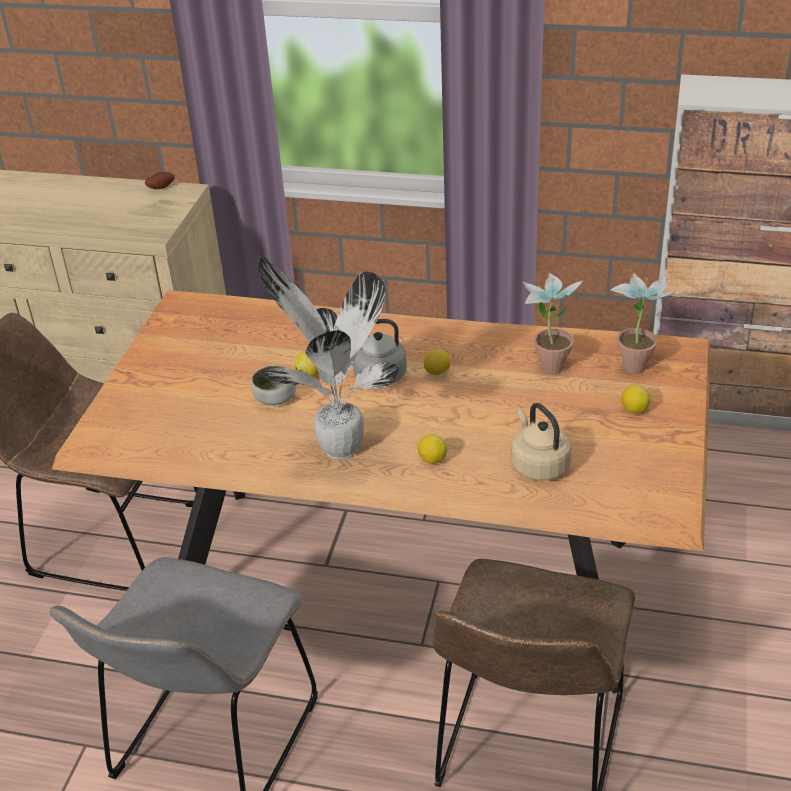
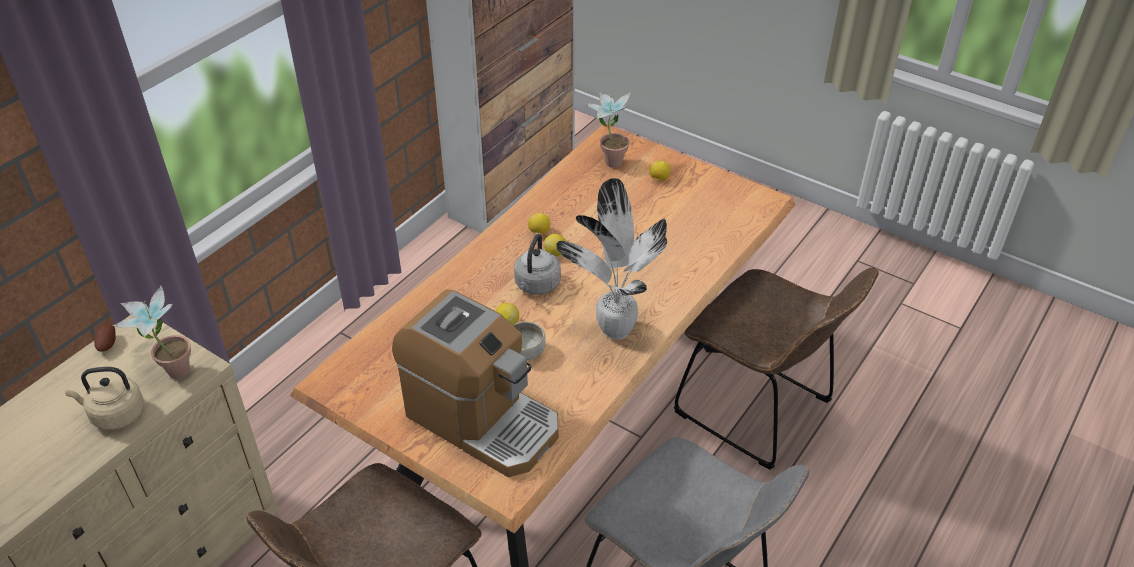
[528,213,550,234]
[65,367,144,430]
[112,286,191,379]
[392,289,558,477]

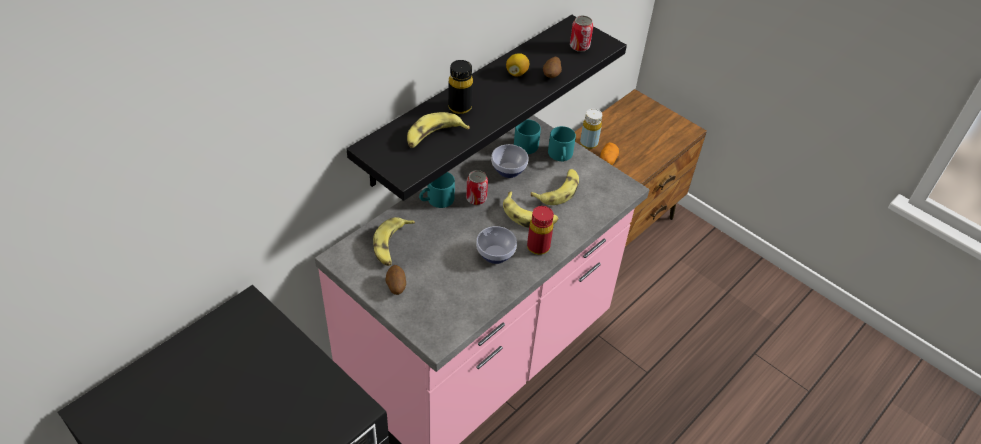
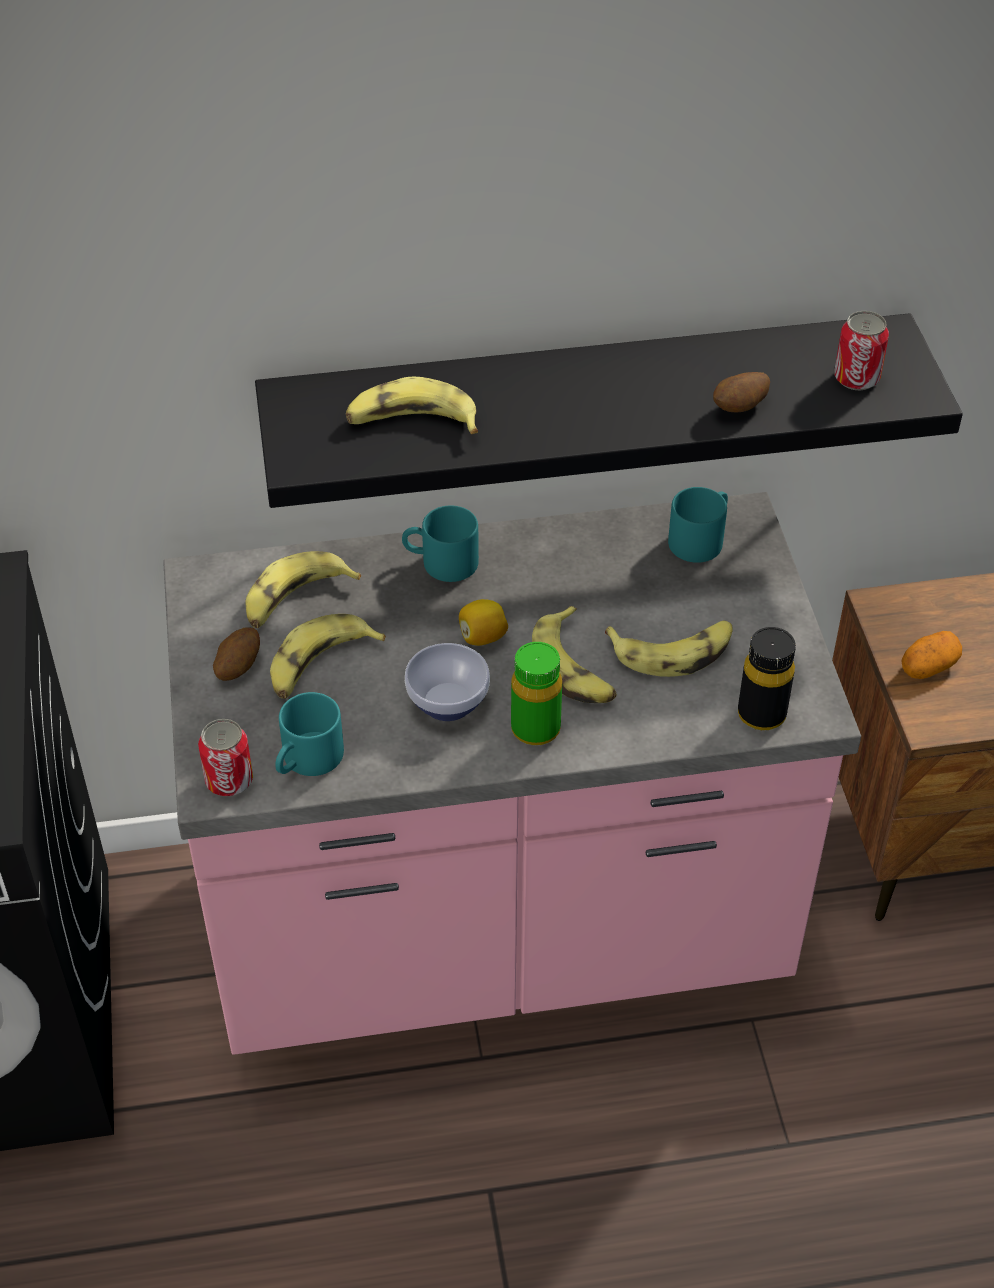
[738,627,796,730]
[198,719,253,796]
[491,144,528,178] (first image)
[459,599,508,646]
[511,642,562,746]
[275,692,344,776]
[580,109,602,149] (first image)
[270,614,386,699]

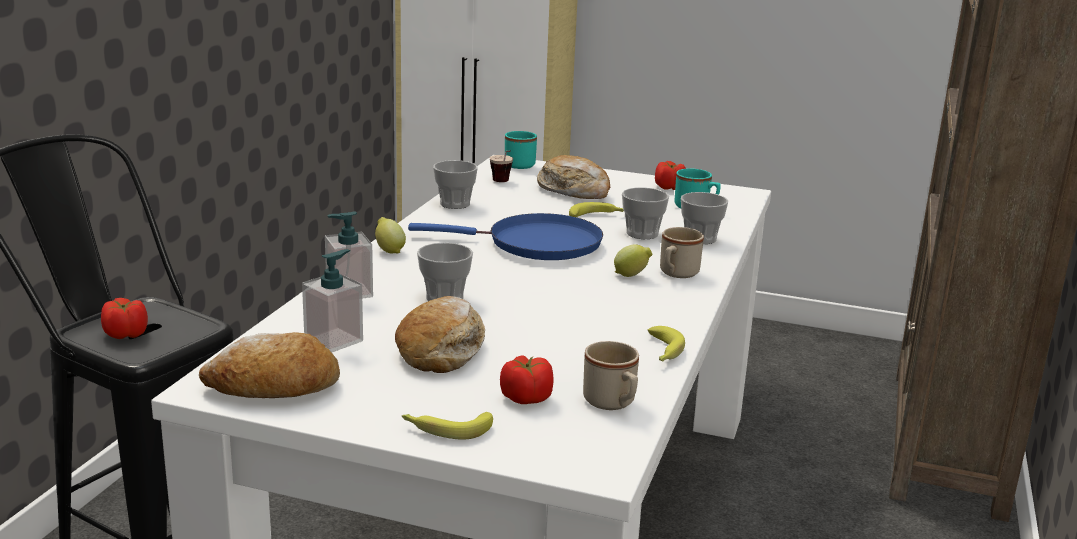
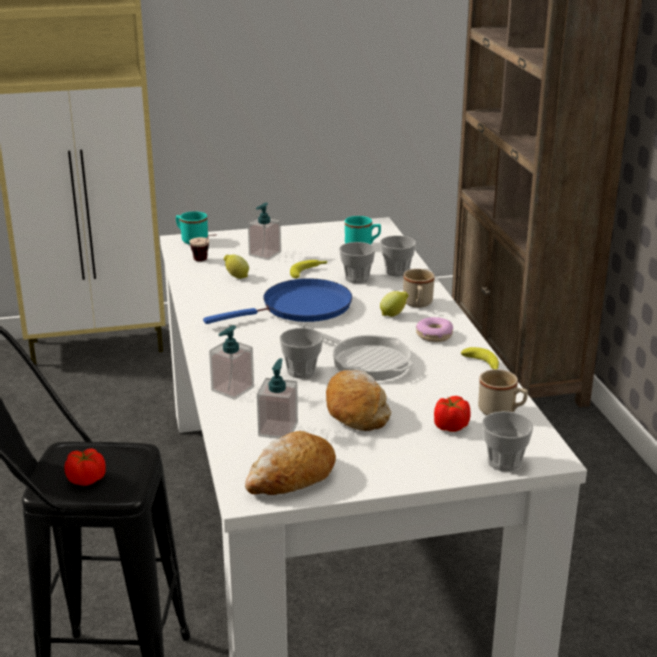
[224,255,249,279]
[402,412,493,440] (first image)
[482,411,533,472]
[248,203,281,260]
[655,161,686,190] (first image)
[300,325,413,381]
[416,317,453,342]

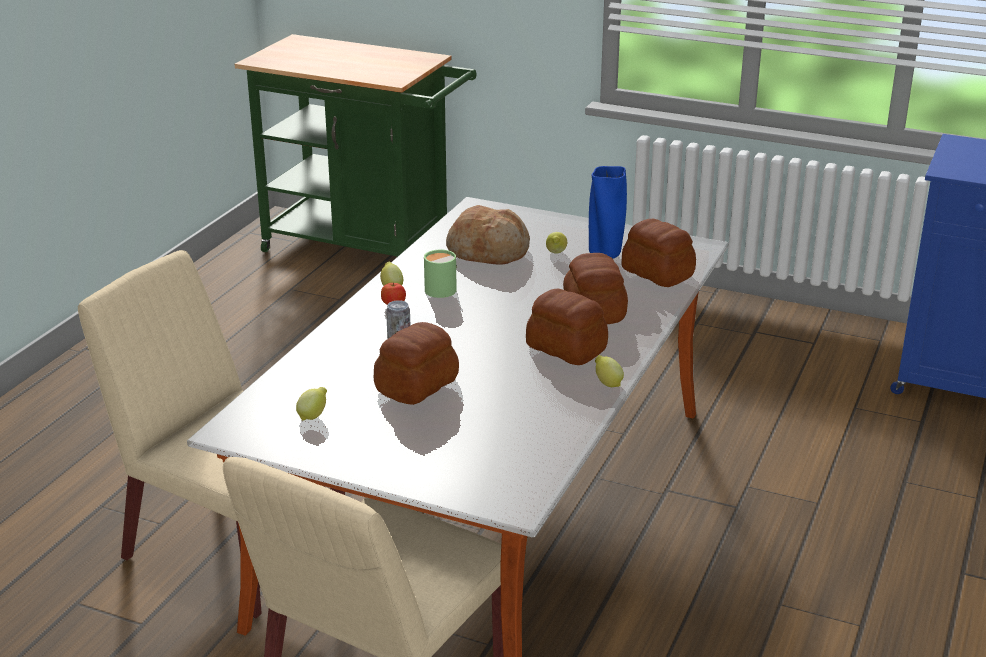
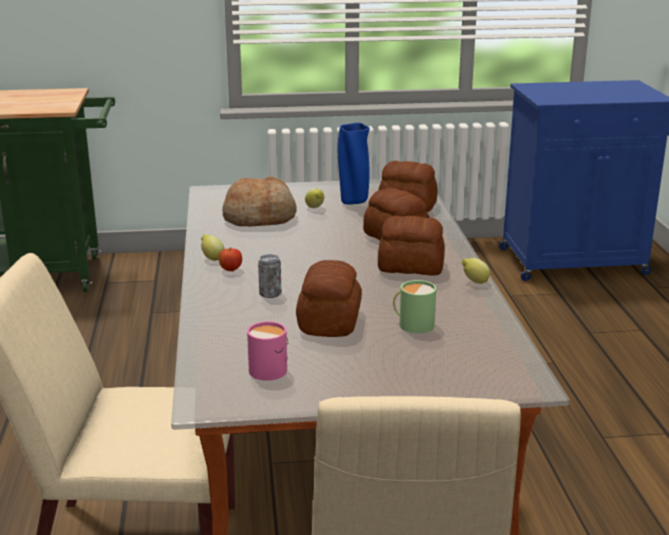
[247,321,288,381]
[393,280,436,333]

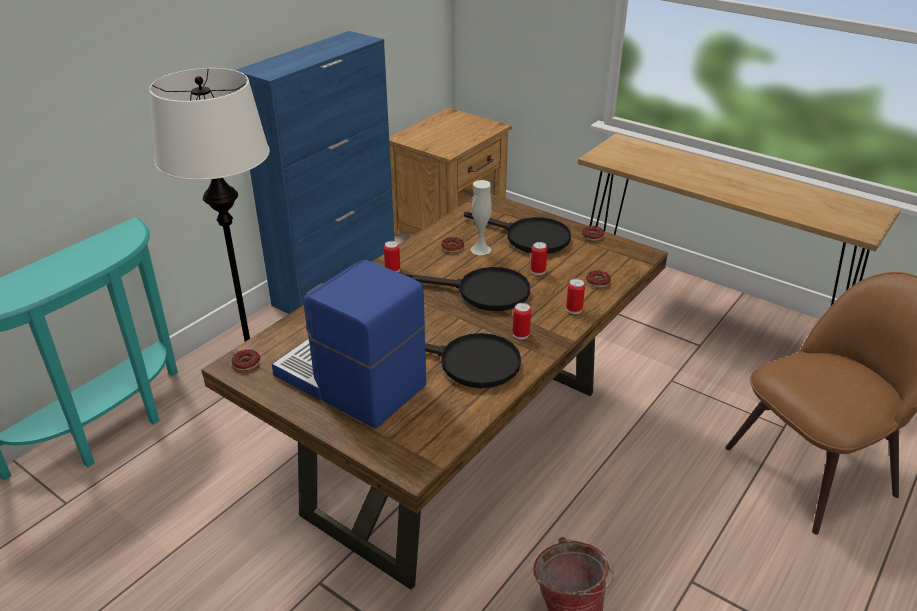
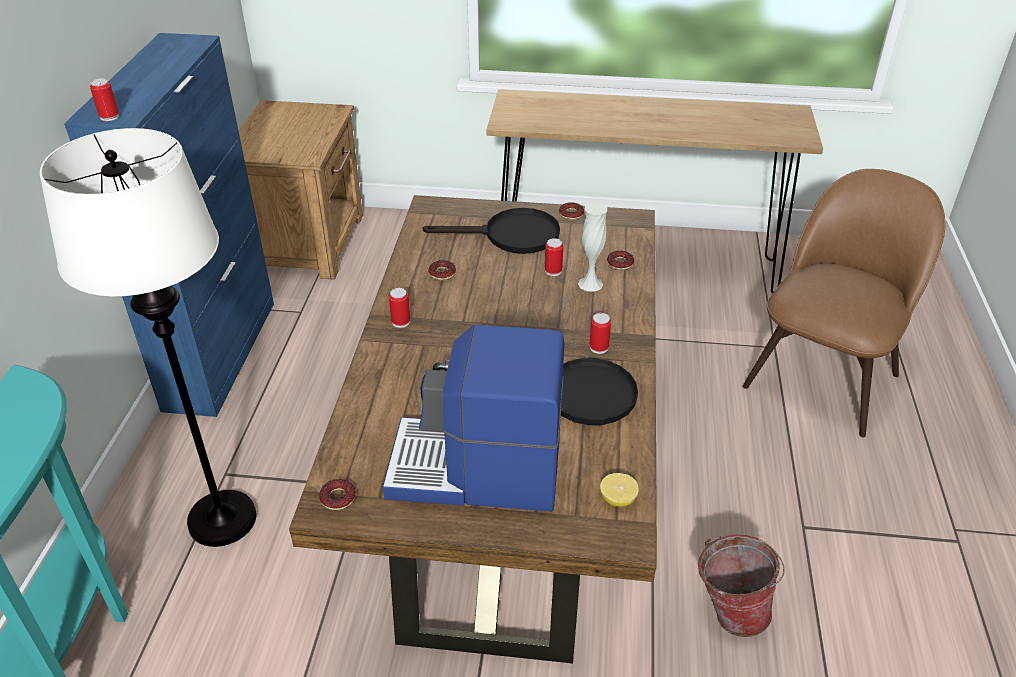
[403,267,530,311] (first image)
[578,203,607,292]
[90,78,119,121]
[600,473,639,507]

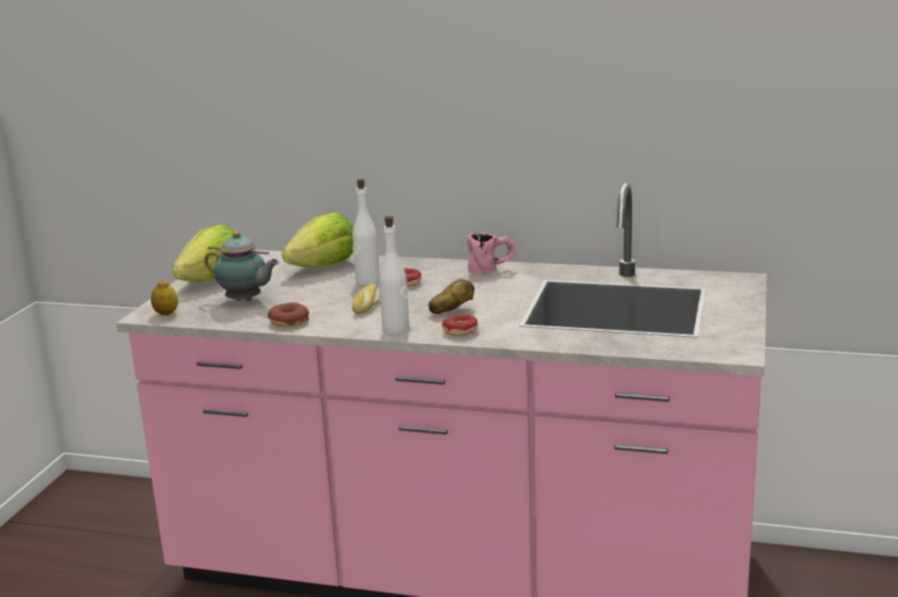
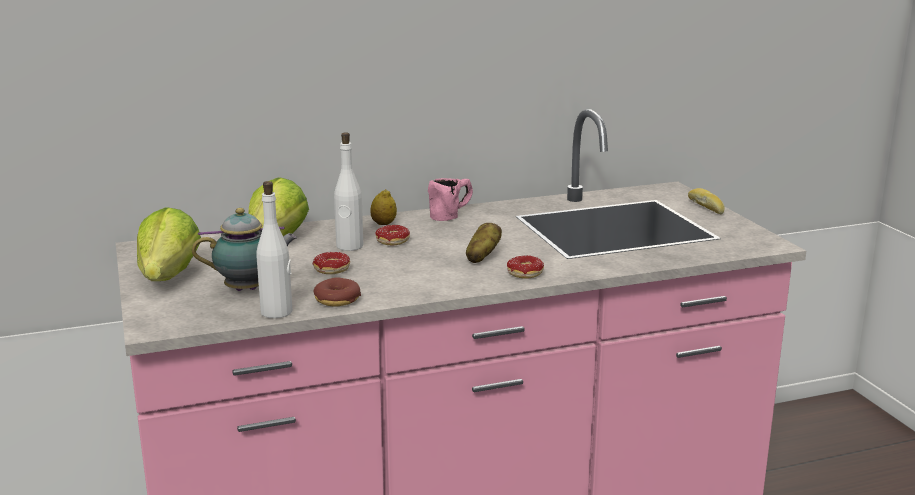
[371,189,397,225]
[688,188,725,215]
[256,181,293,318]
[313,252,353,274]

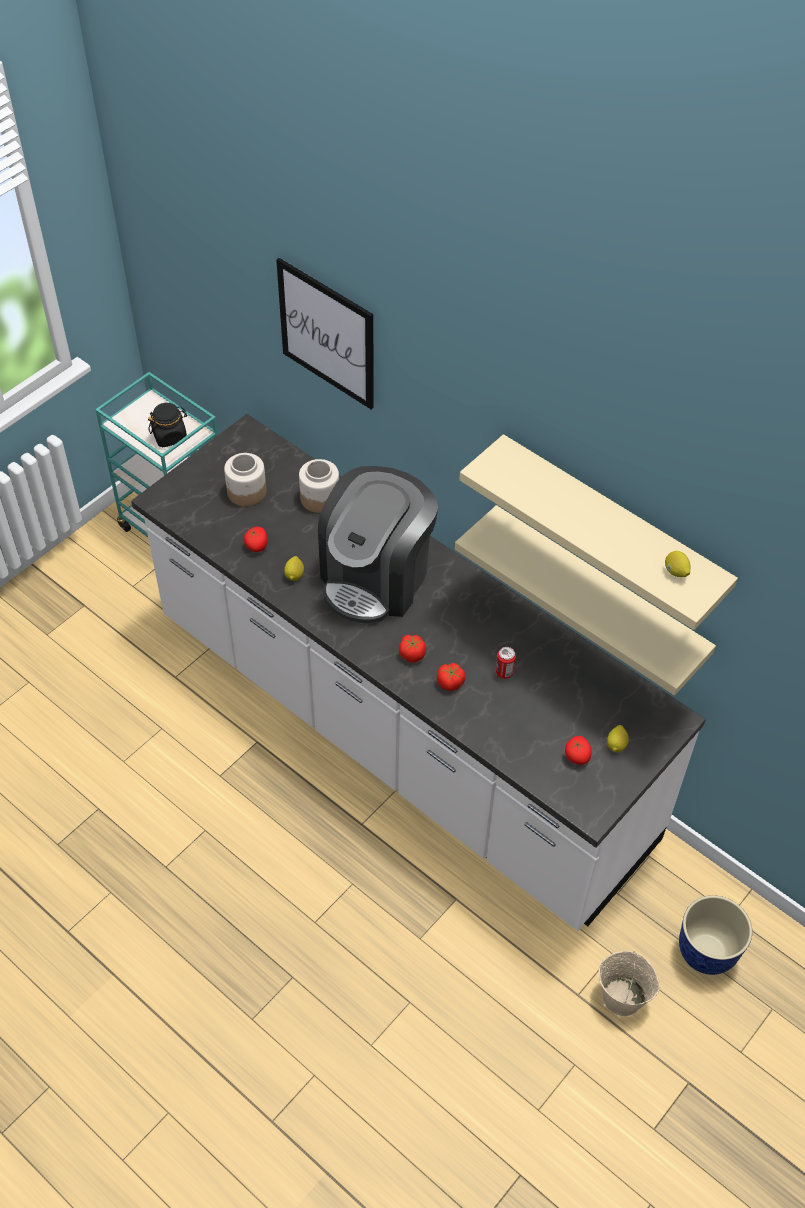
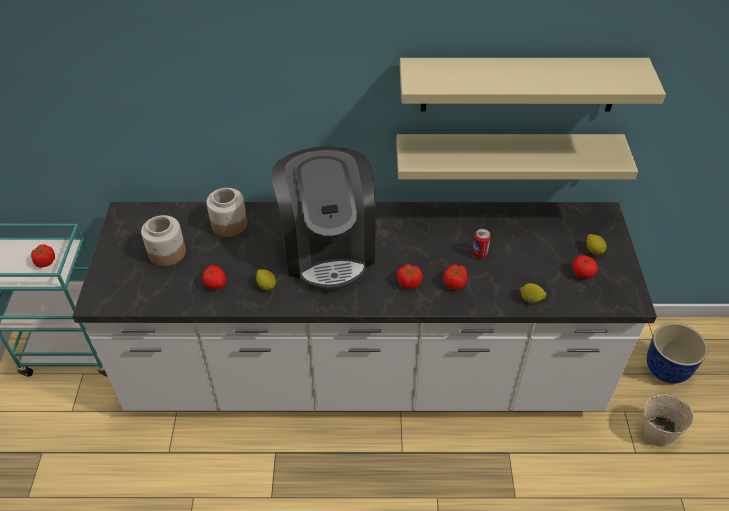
[31,244,55,268]
[276,258,374,409] (first image)
[520,283,546,303]

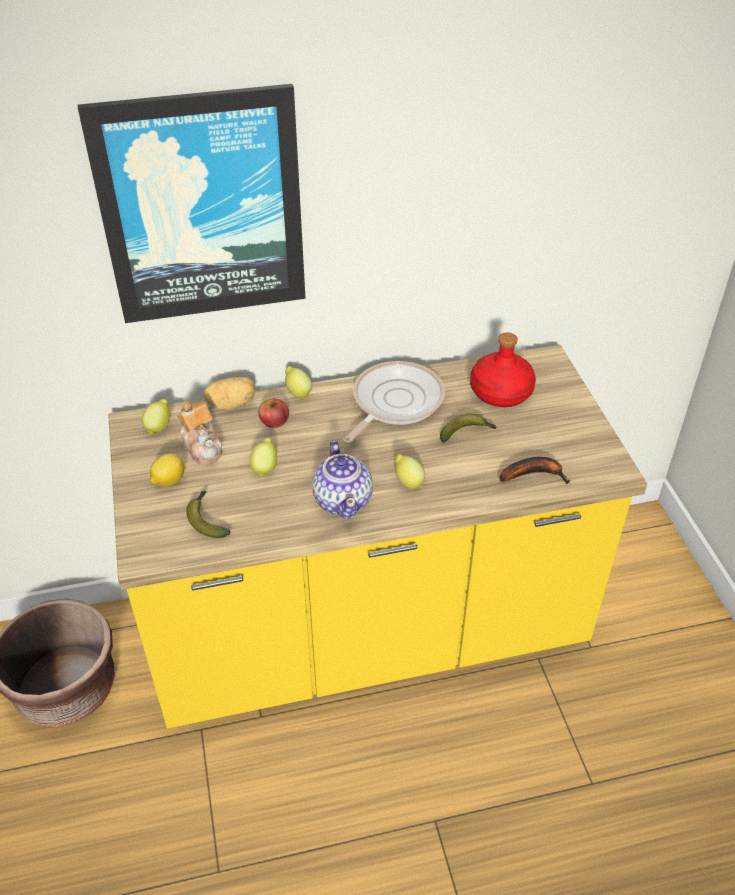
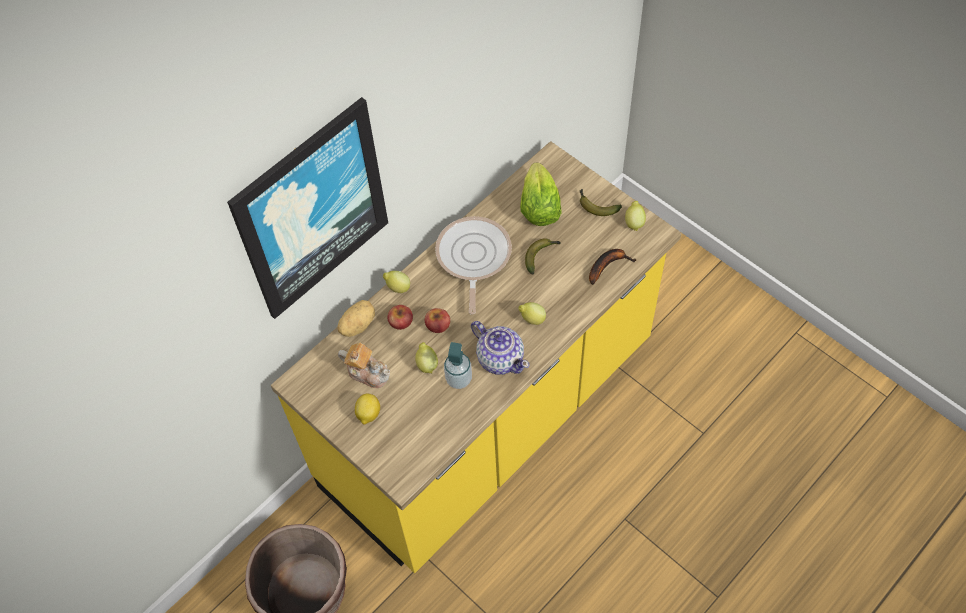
[625,201,646,231]
[579,189,622,216]
[520,162,562,226]
[425,308,450,333]
[444,342,472,389]

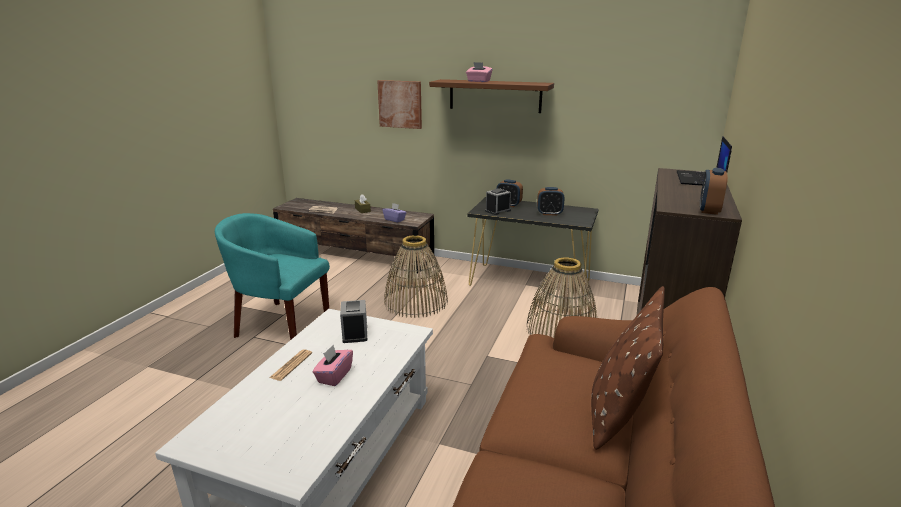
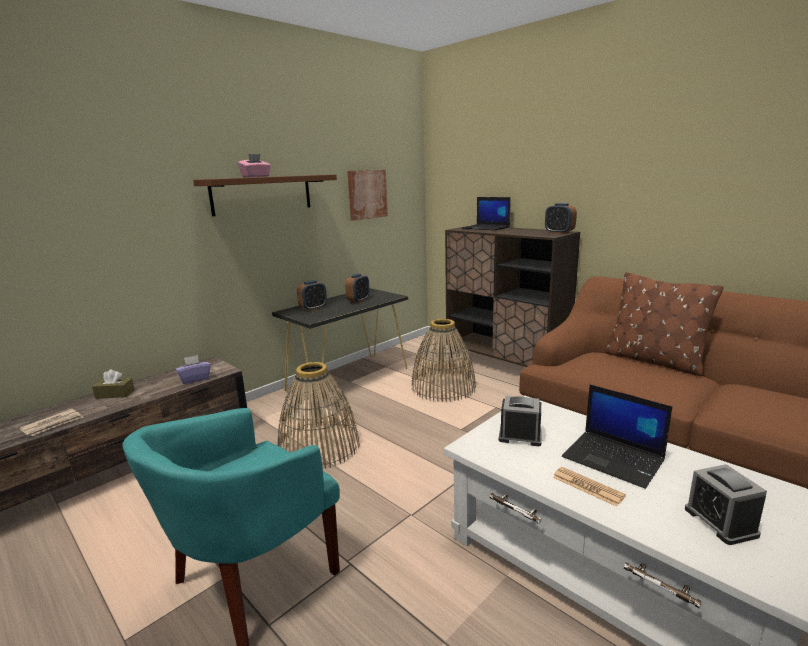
[562,385,672,489]
[348,170,388,220]
[685,464,767,545]

